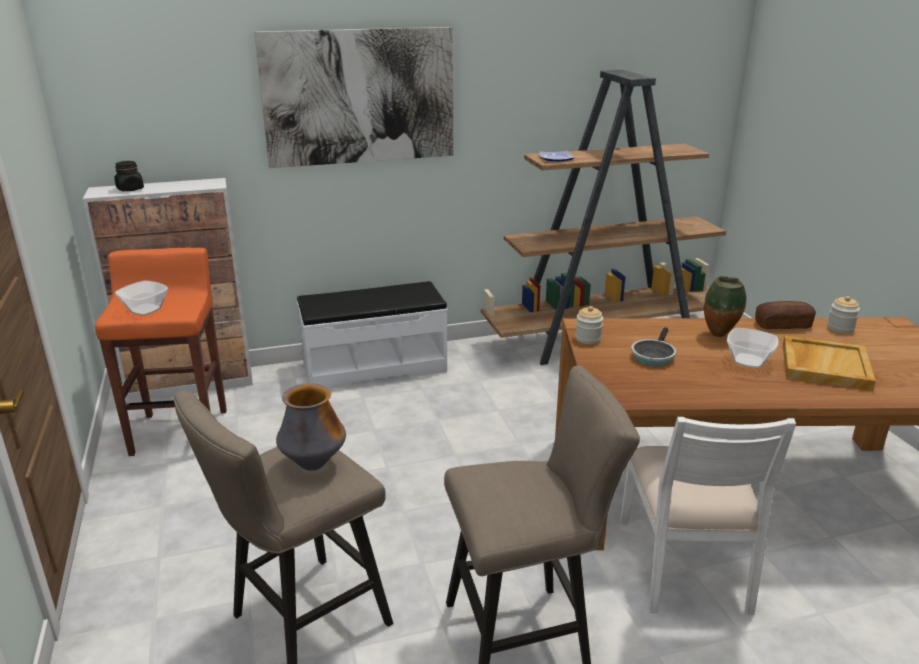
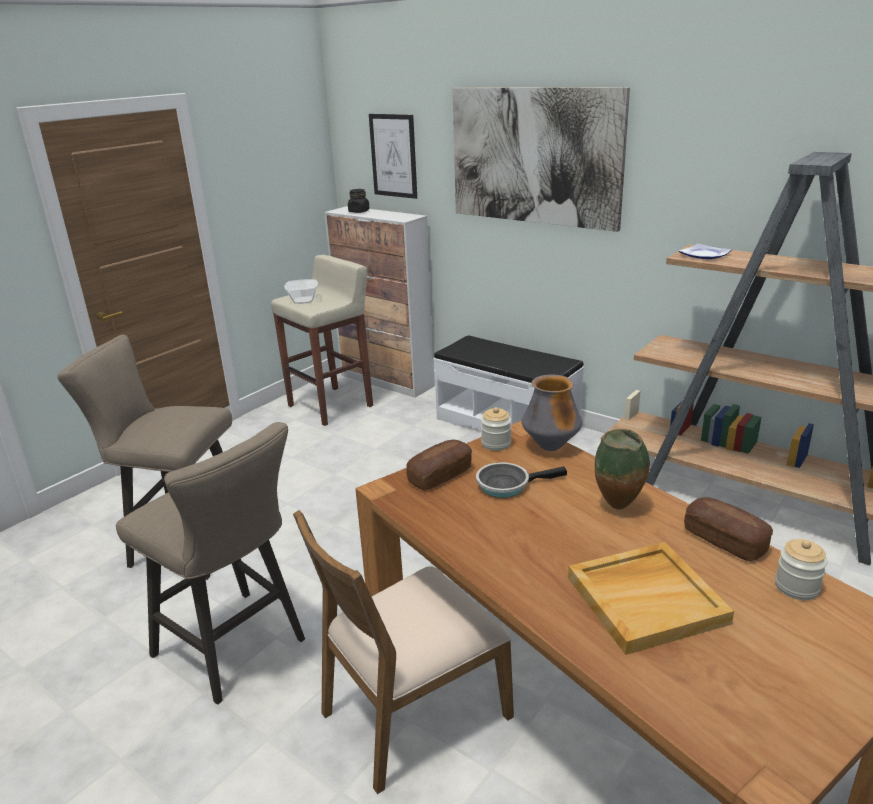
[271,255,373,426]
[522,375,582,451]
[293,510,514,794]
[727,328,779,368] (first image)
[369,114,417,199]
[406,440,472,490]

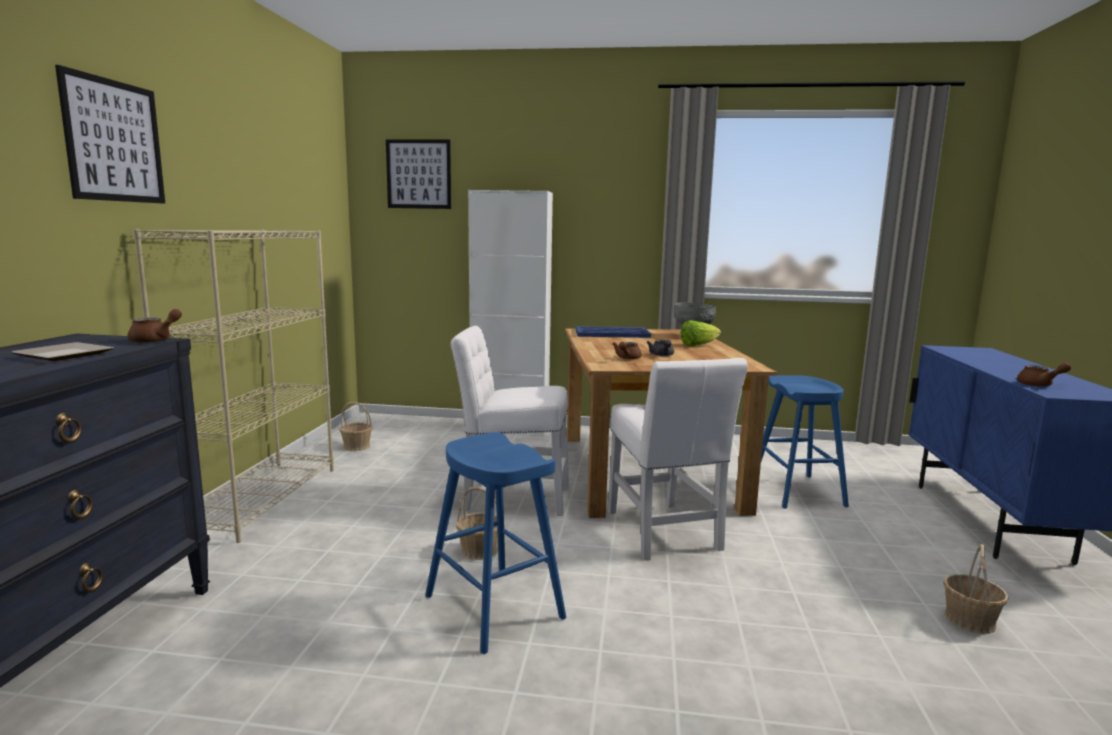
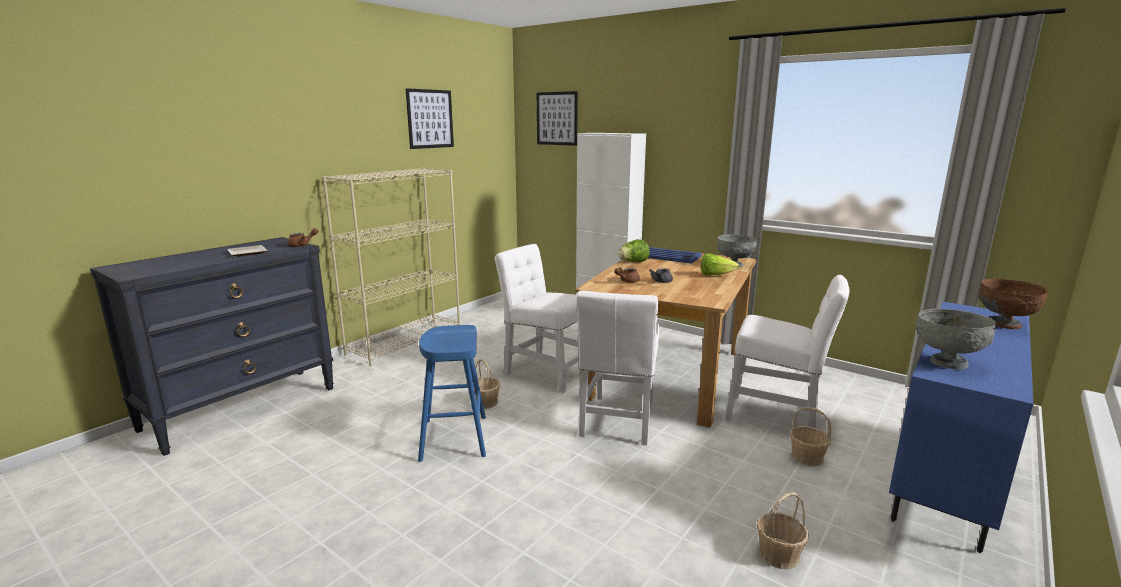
[406,88,454,149]
[790,407,831,467]
[725,275,850,428]
[916,309,997,370]
[617,239,650,262]
[979,279,1048,329]

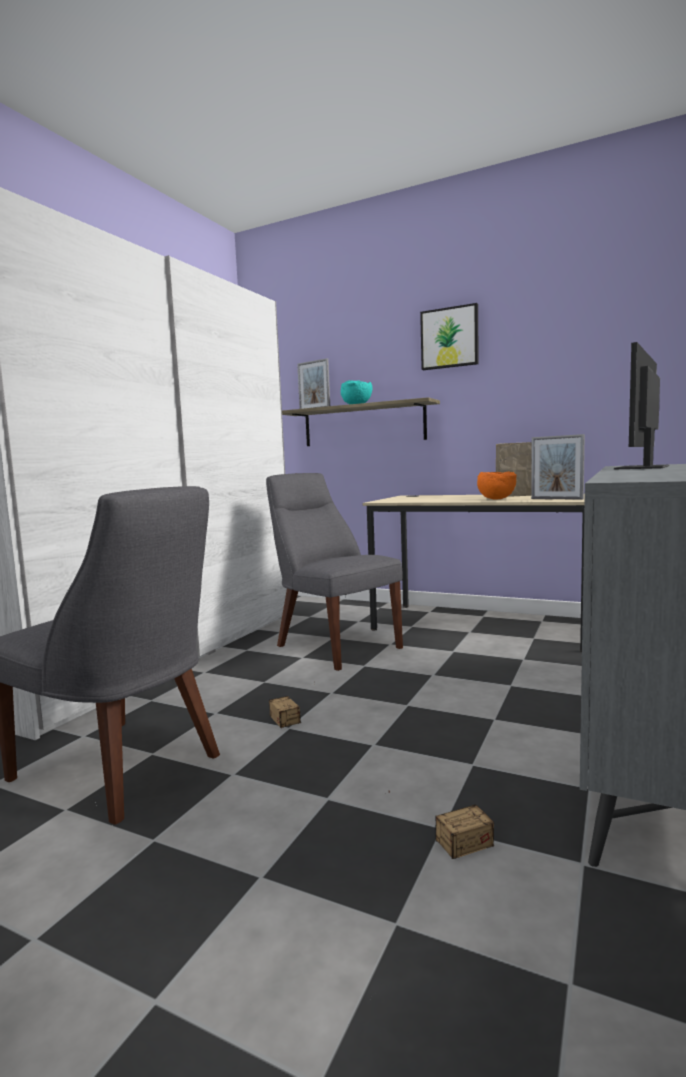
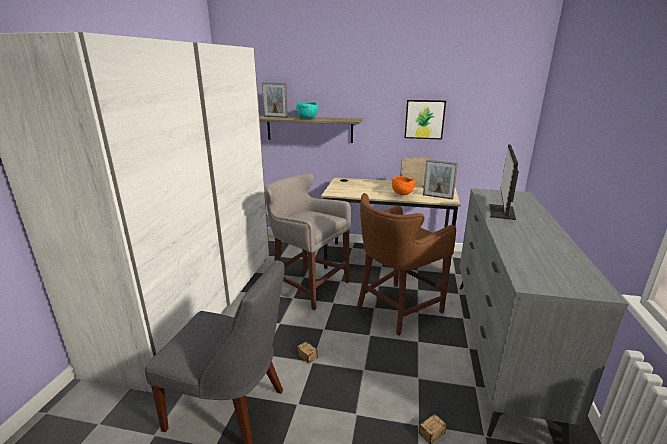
[265,173,351,310]
[404,100,446,140]
[357,193,456,335]

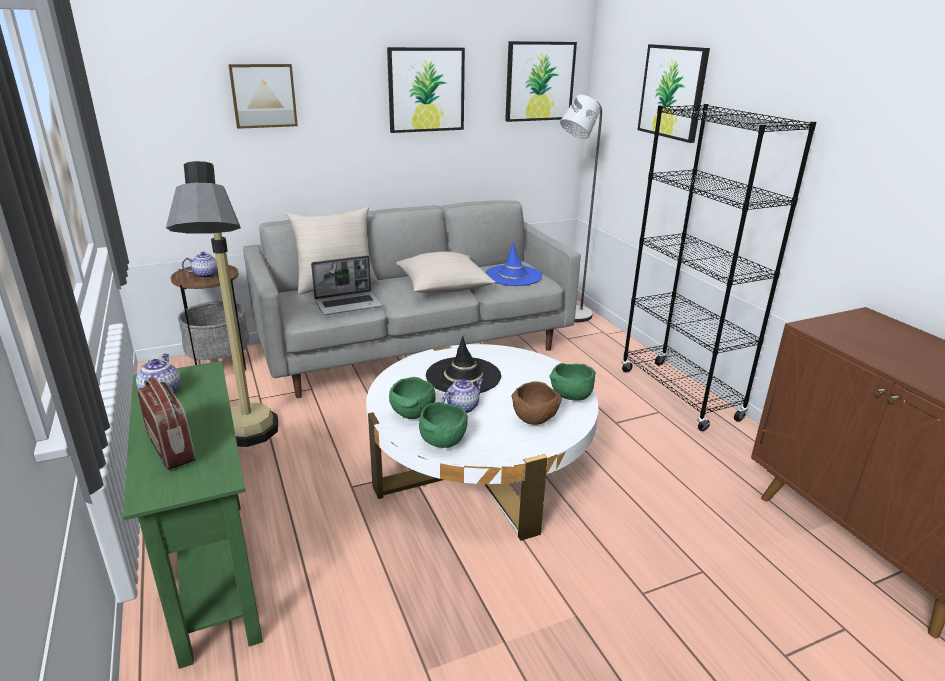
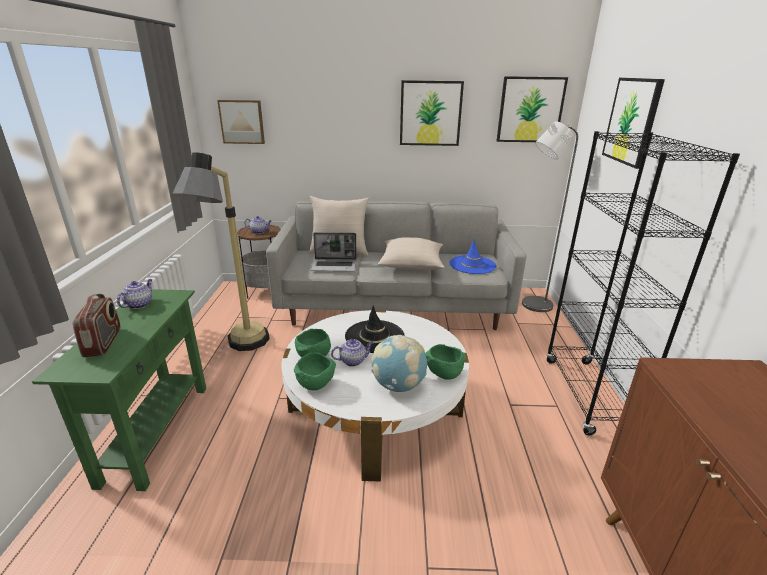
[217,100,265,144]
[371,335,427,392]

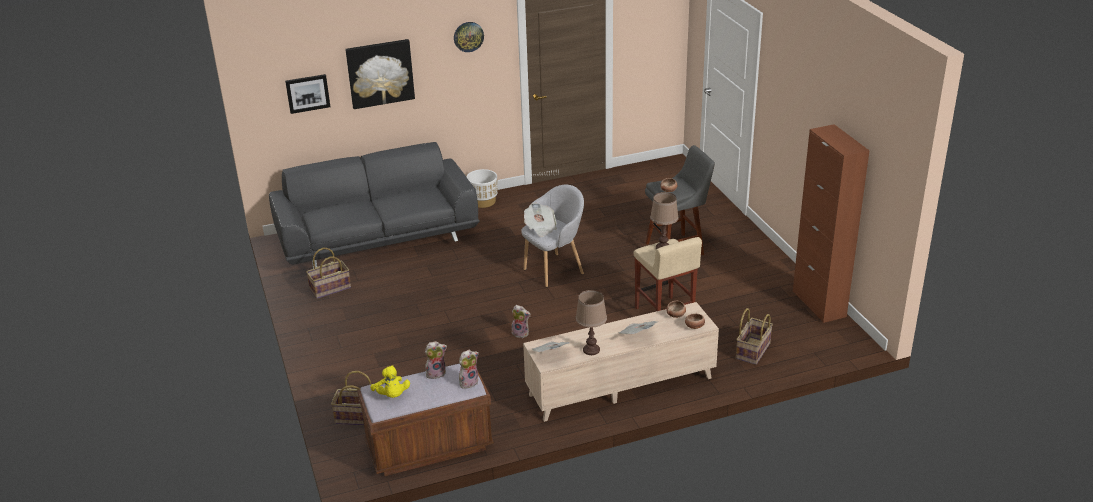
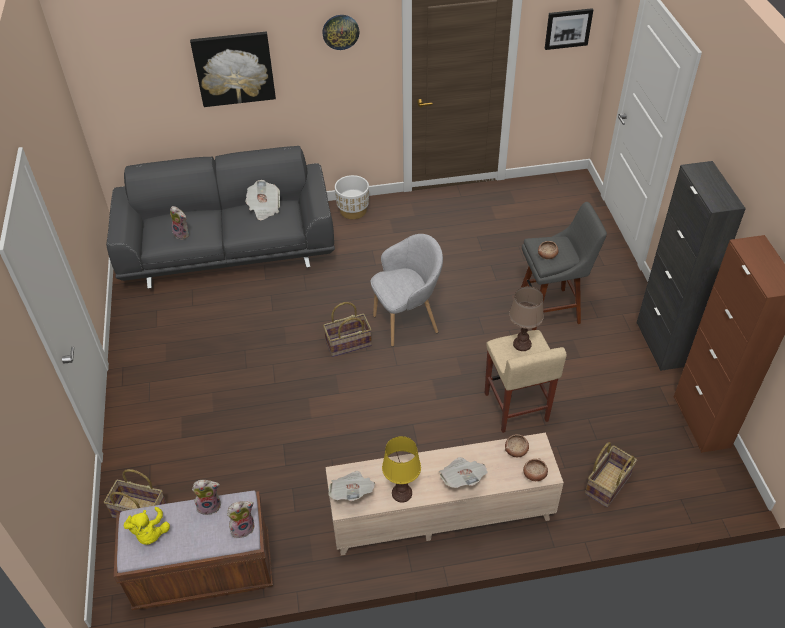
[545,8,593,50]
[323,302,372,357]
[170,206,189,240]
[245,180,280,220]
[382,436,421,503]
[637,161,746,371]

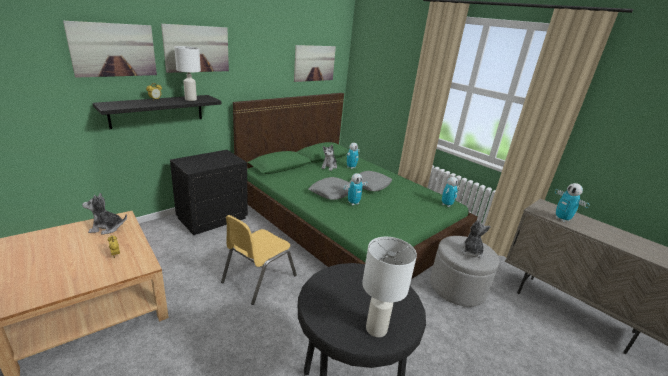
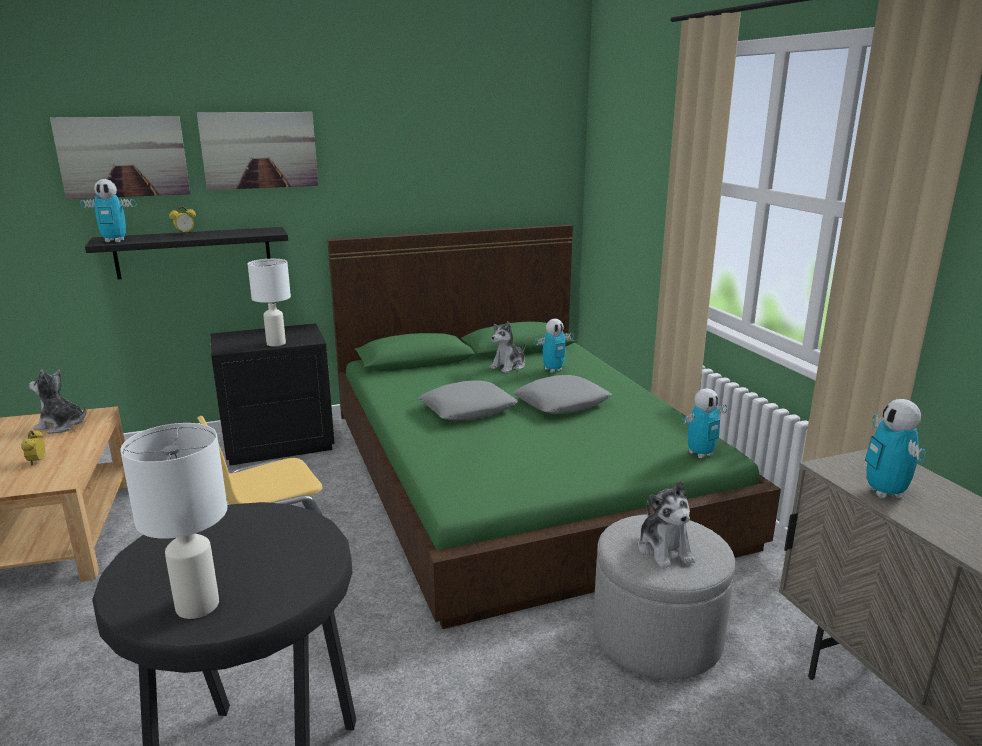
[248,259,291,346]
[294,45,336,82] (first image)
[80,179,136,242]
[638,481,695,569]

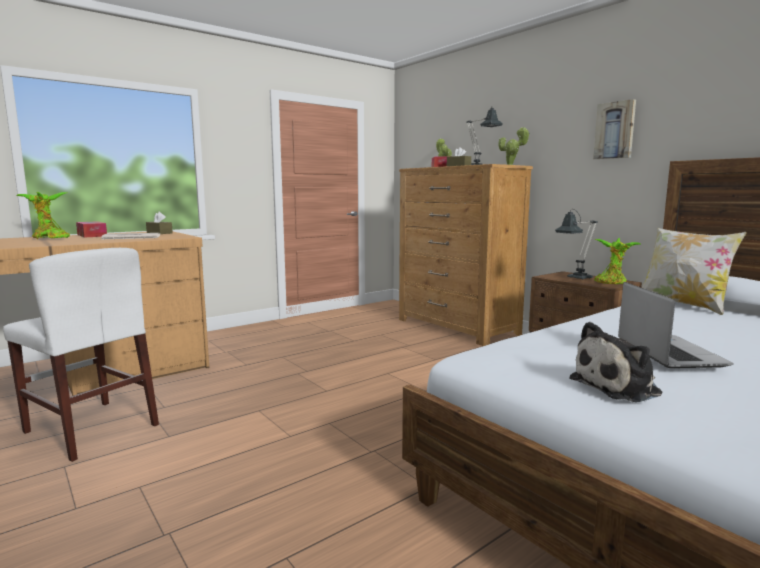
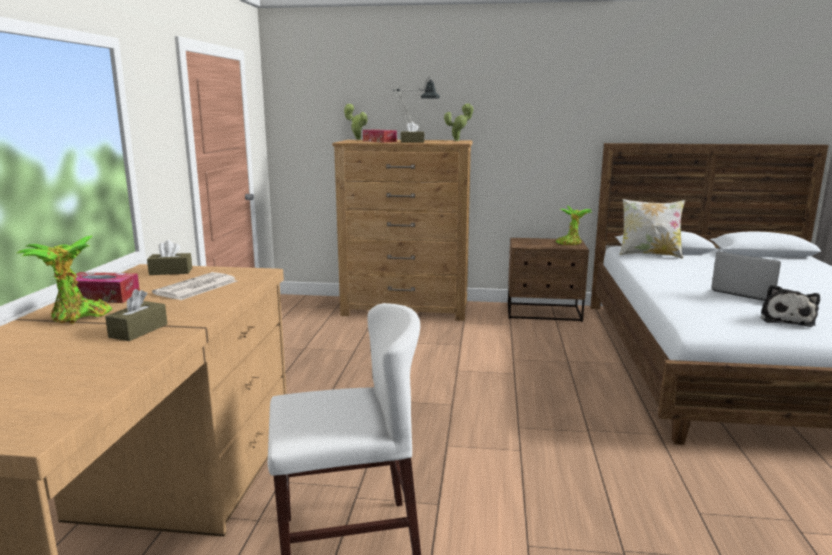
[555,209,598,280] (first image)
[593,99,636,159] (first image)
[105,289,167,341]

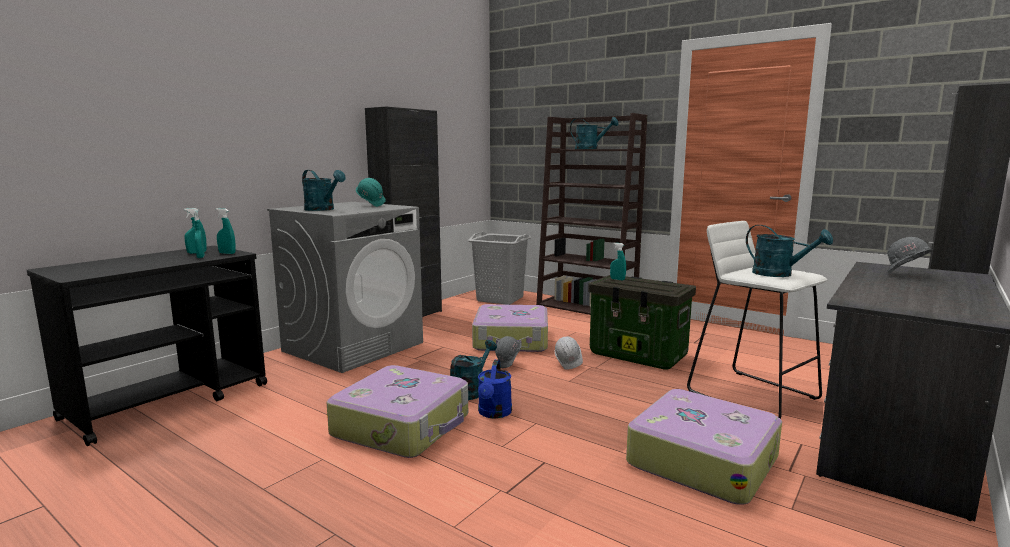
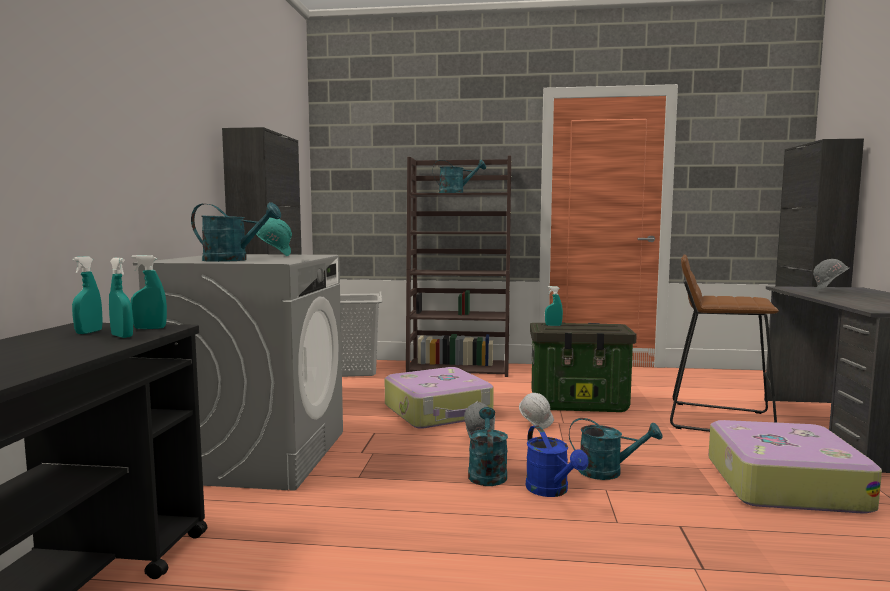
[326,365,468,458] (first image)
[670,255,779,432]
[569,418,662,480]

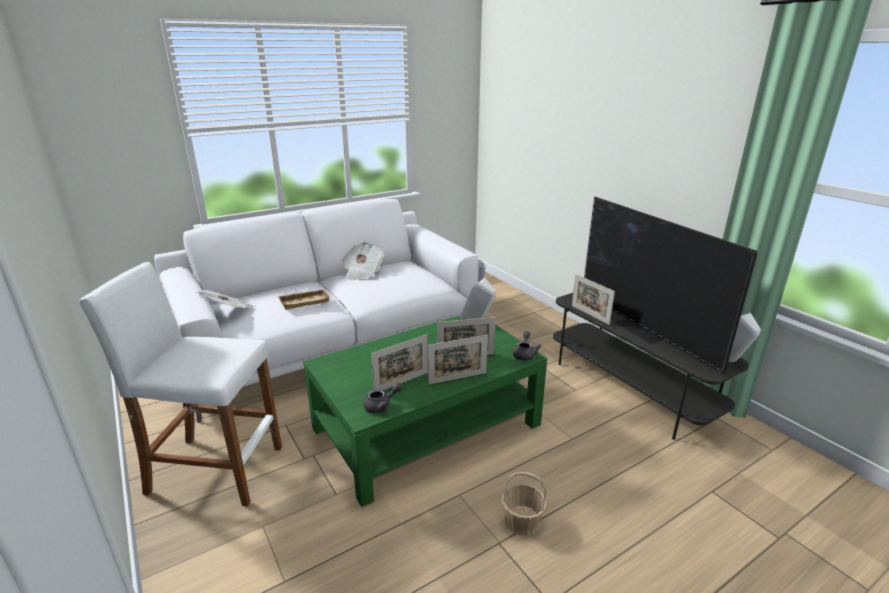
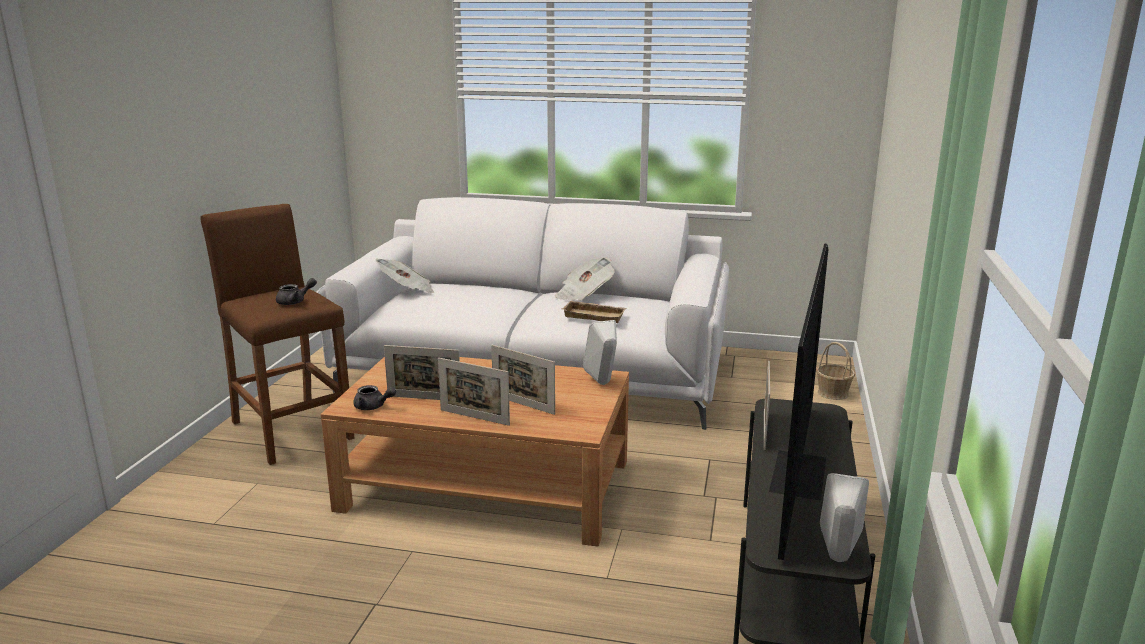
[200,204,355,465]
[562,301,627,323]
[321,357,629,547]
[816,342,855,400]
[276,278,317,305]

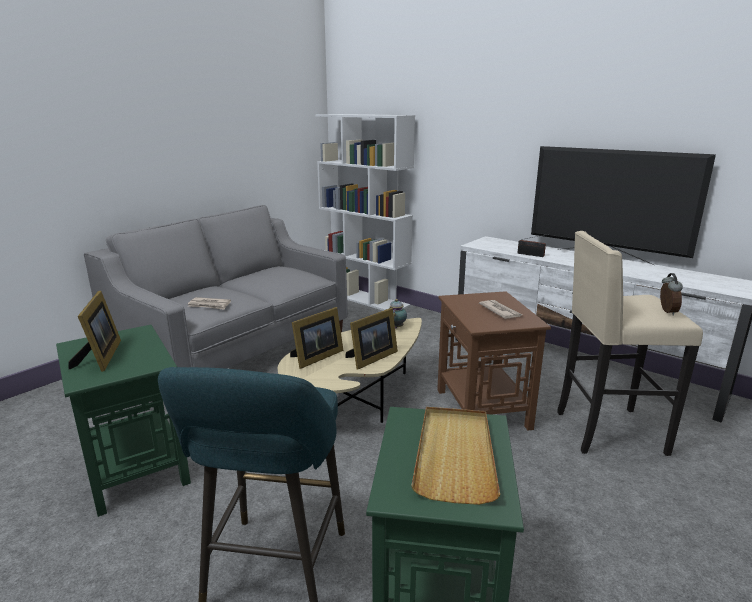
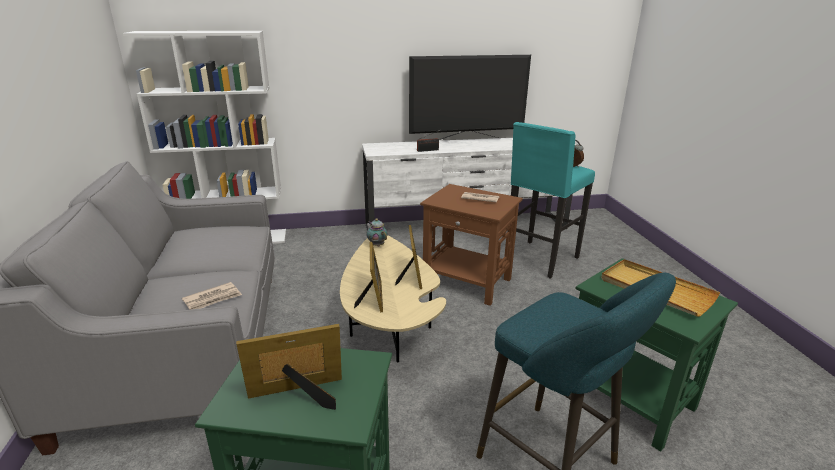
[236,324,342,410]
[511,122,595,278]

